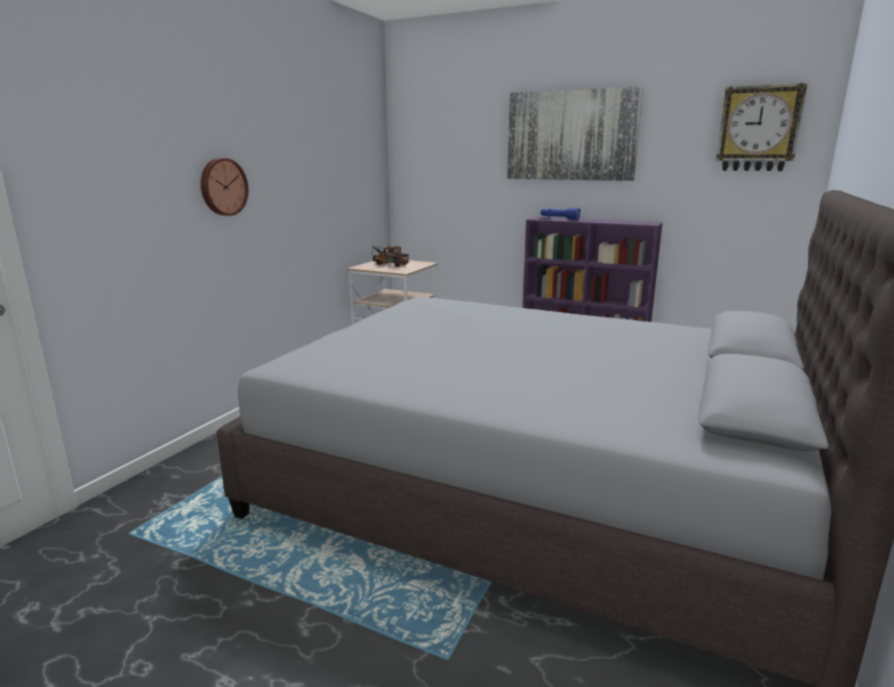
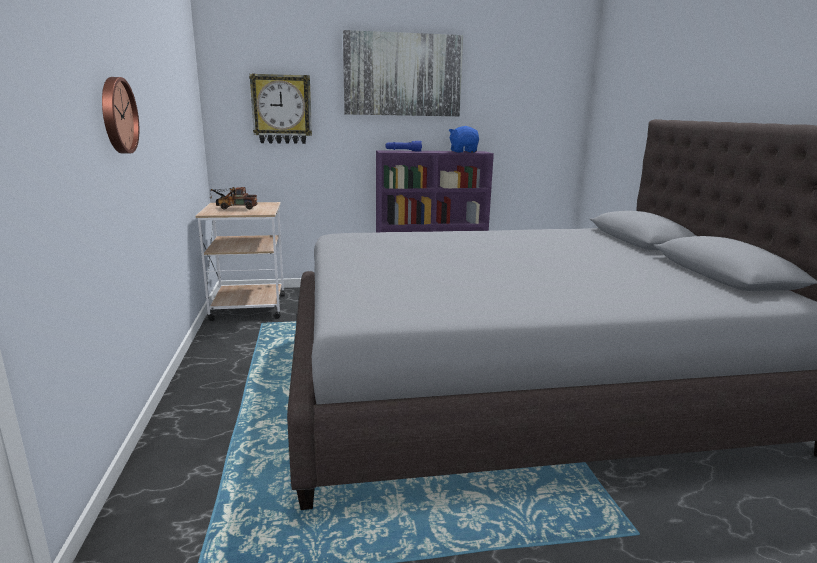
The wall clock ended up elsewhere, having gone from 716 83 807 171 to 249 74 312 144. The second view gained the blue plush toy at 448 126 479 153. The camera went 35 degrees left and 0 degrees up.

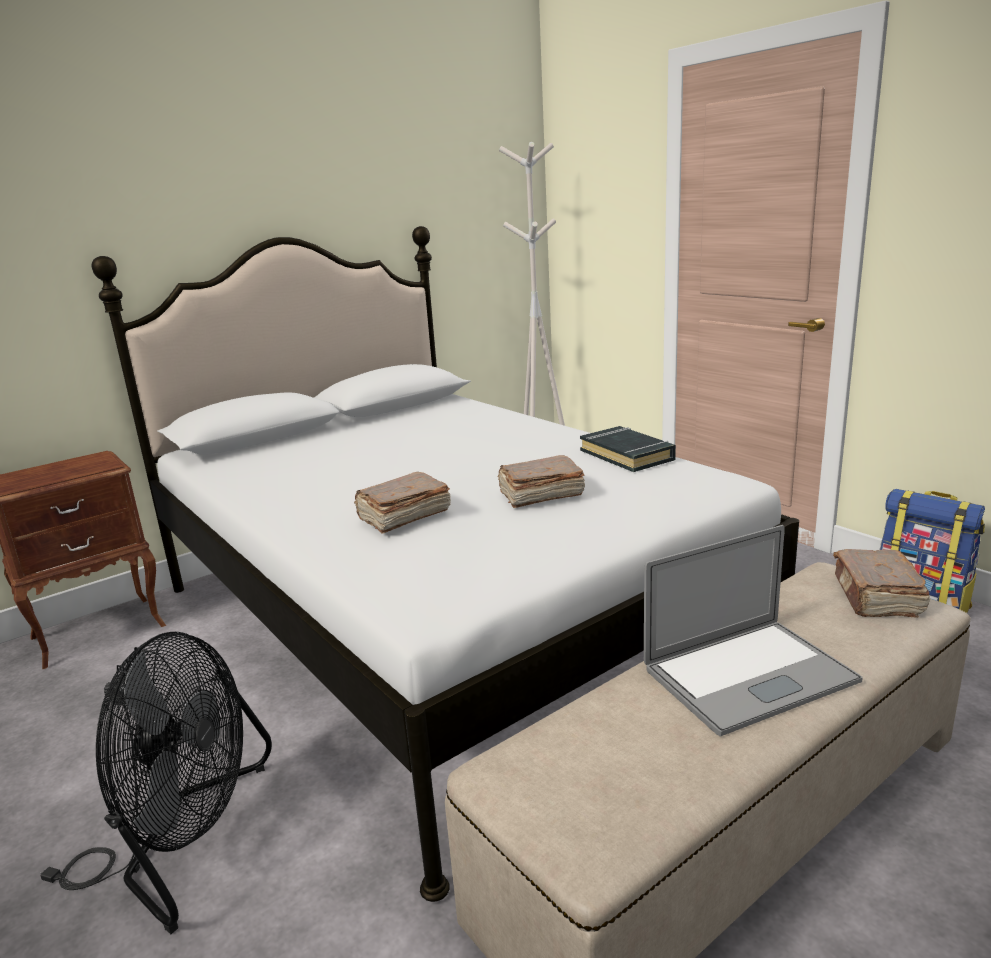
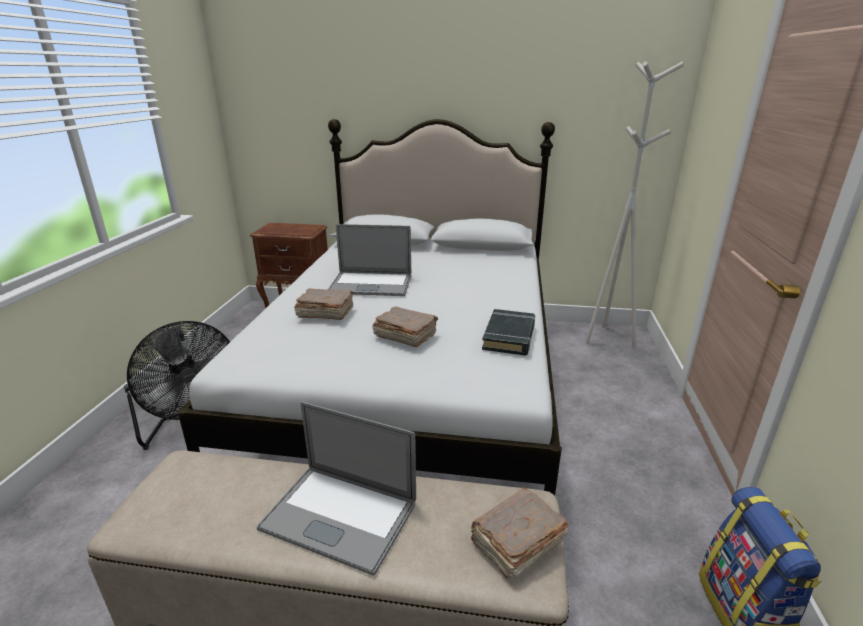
The second view gained the laptop at 328 224 411 296. The camera went 45 degrees right and 5 degrees up.

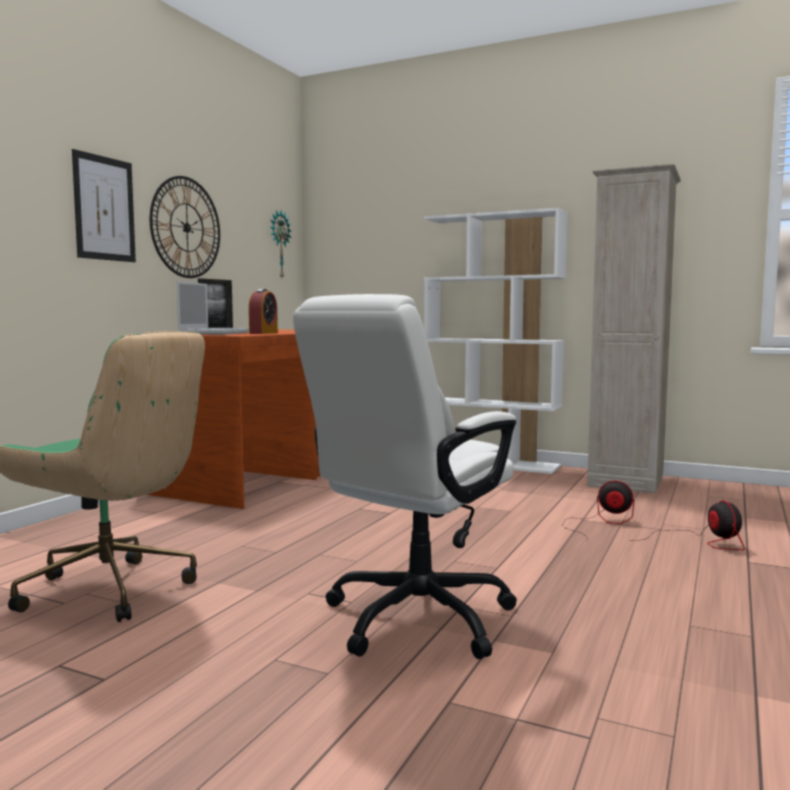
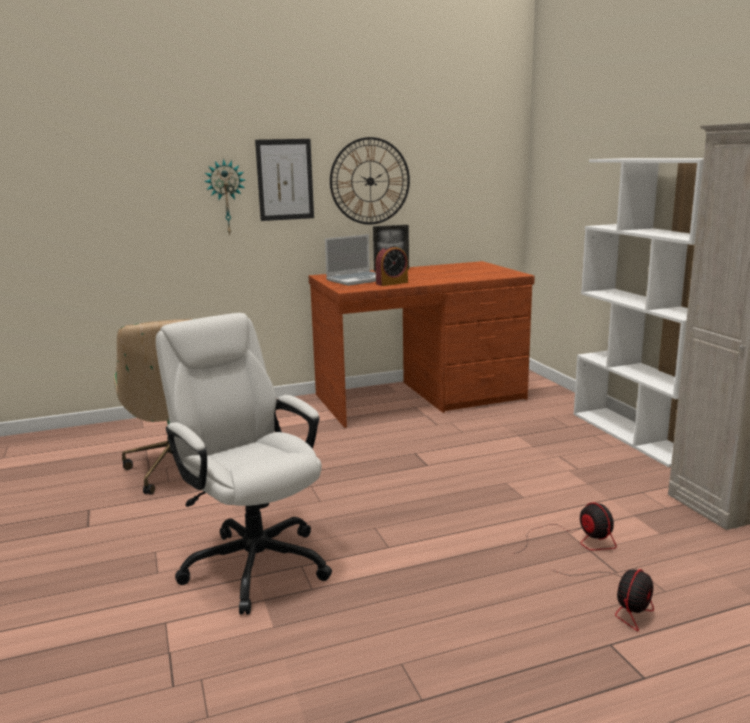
The wall clock ended up elsewhere, having gone from 270 210 291 278 to 204 159 245 236. The white office chair at 293 294 517 659 ended up facing another way, 60 degrees clockwise from before. The camera went 45 degrees right and 10 degrees up.

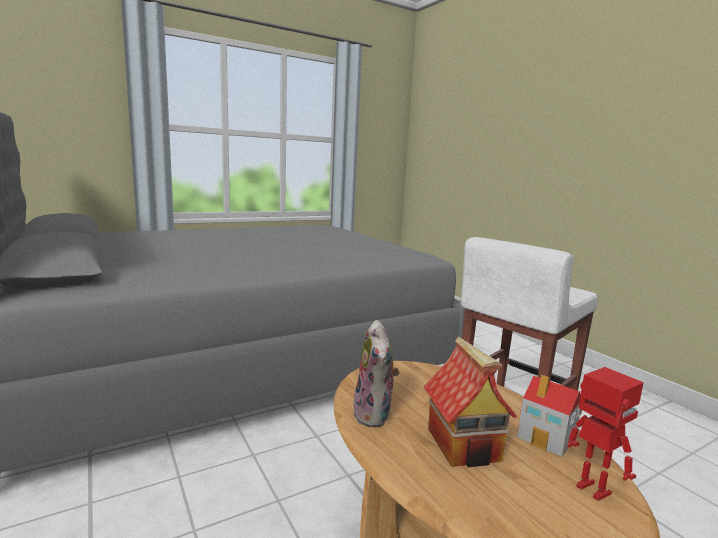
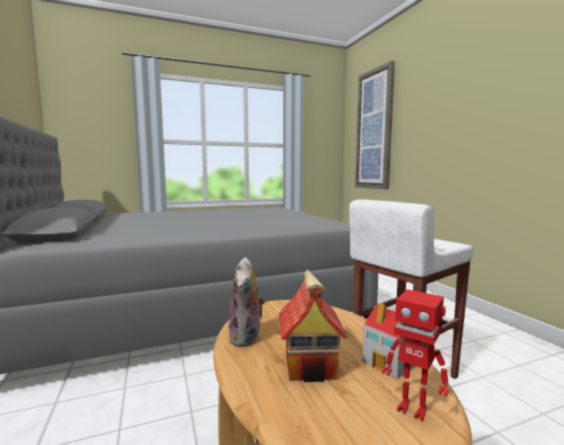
The toy robot at 567 367 644 501 ended up facing another way, 150 degrees clockwise from before. The second view gained the picture at 355 61 395 189. The camera went 10 degrees right and 5 degrees down.

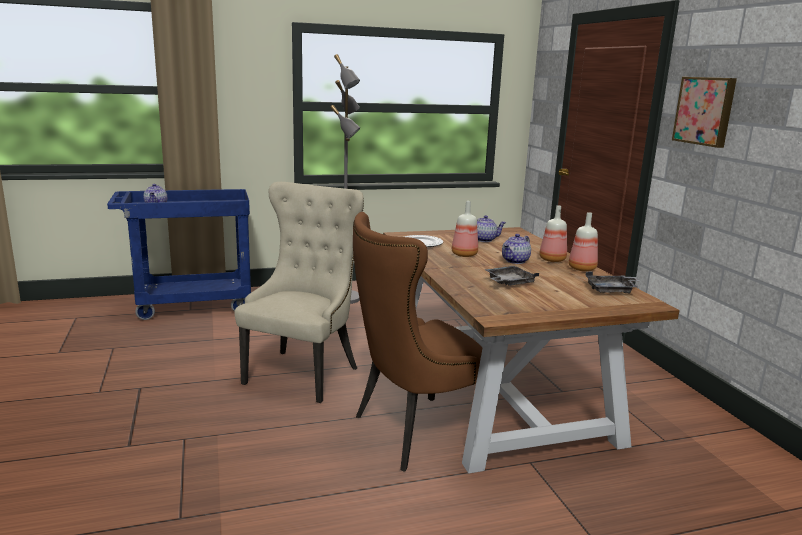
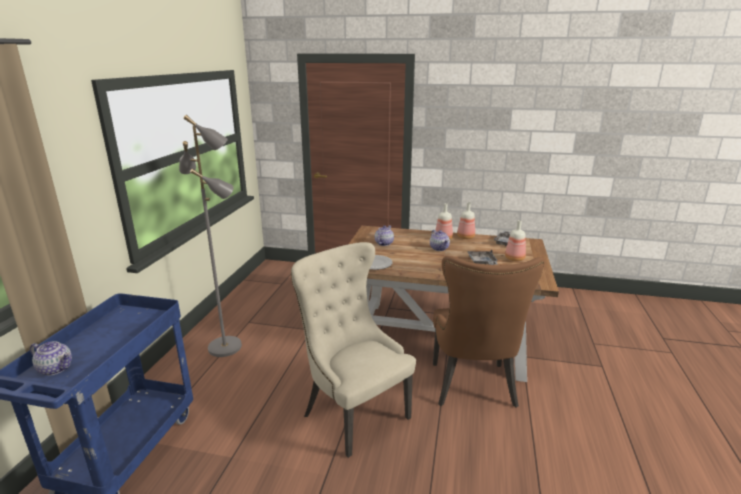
The bottle ended up elsewhere, having gone from 452 201 478 257 to 505 220 526 262. The second view lost the picture at 672 77 737 148. The camera went 60 degrees left and 5 degrees up.

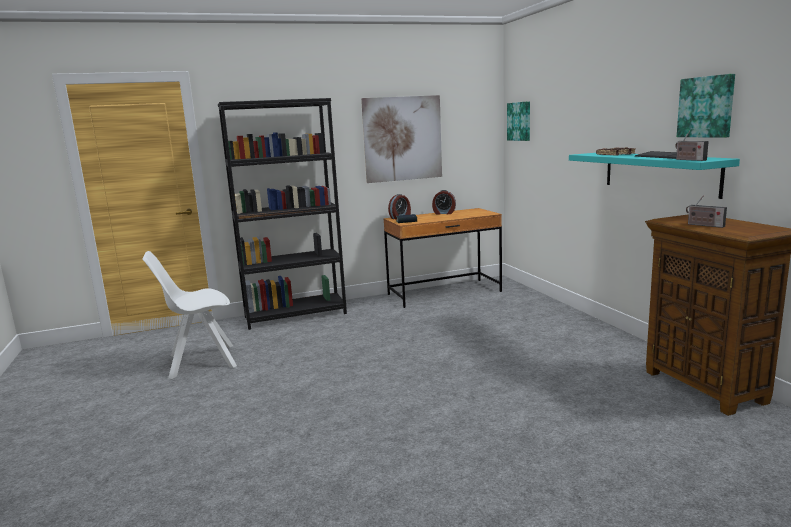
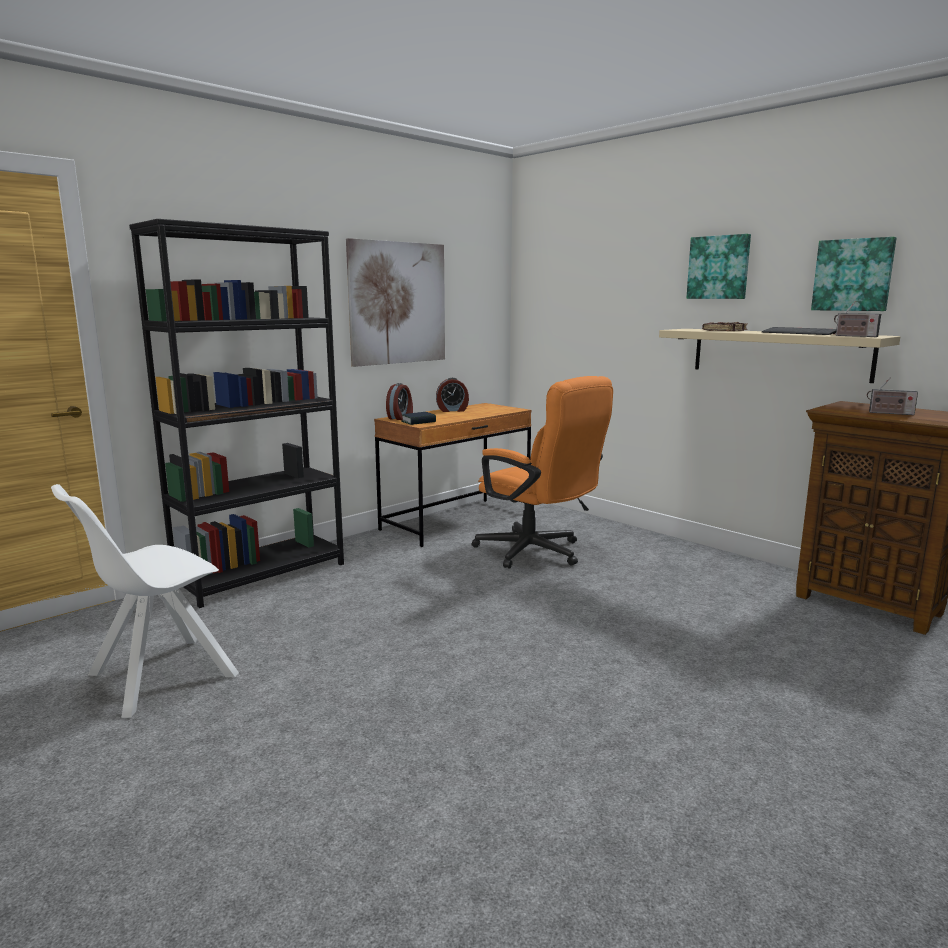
The picture ended up elsewhere, having gone from 507 101 530 141 to 686 234 751 299. What was the turquoise shelf at 569 153 740 199 turned into the beige shelf at 659 329 900 383. The second view gained the orange office chair at 472 376 613 569. The camera went 25 degrees left and 0 degrees up.

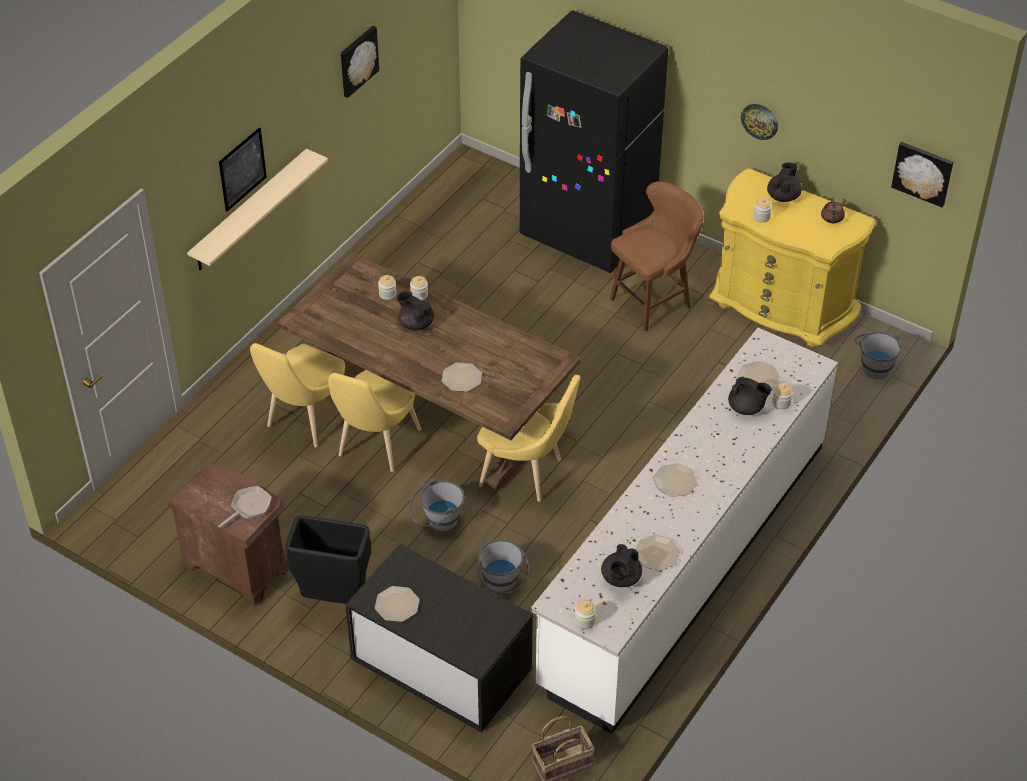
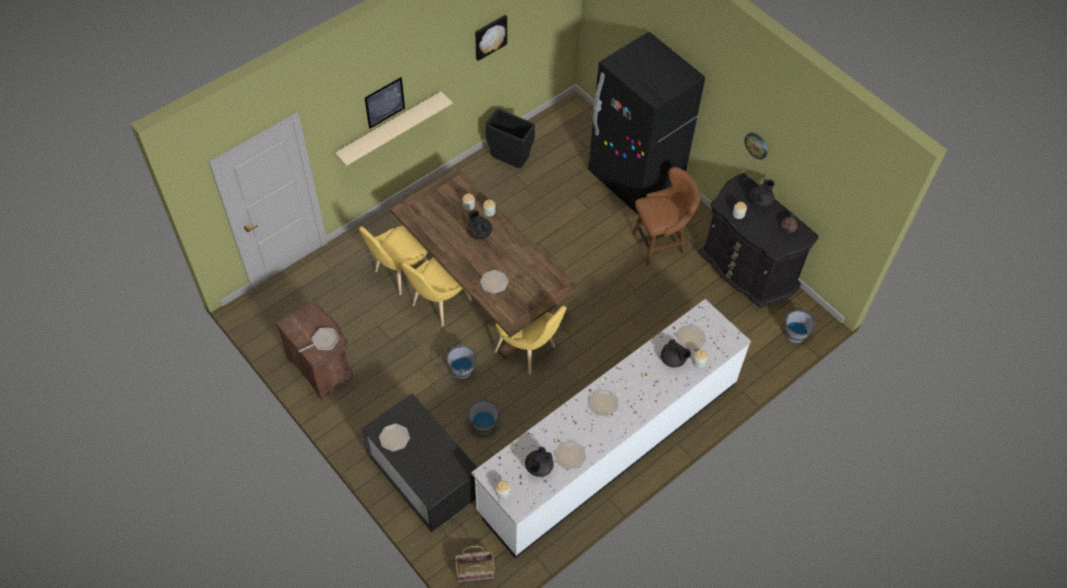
The black trash can ended up elsewhere, having gone from 285 515 371 604 to 485 109 535 168. What was the yellow dresser at 709 168 875 347 turned into the black dresser at 698 173 819 308. The second view lost the picture at 891 142 953 207. The camera went 15 degrees right and 10 degrees up.

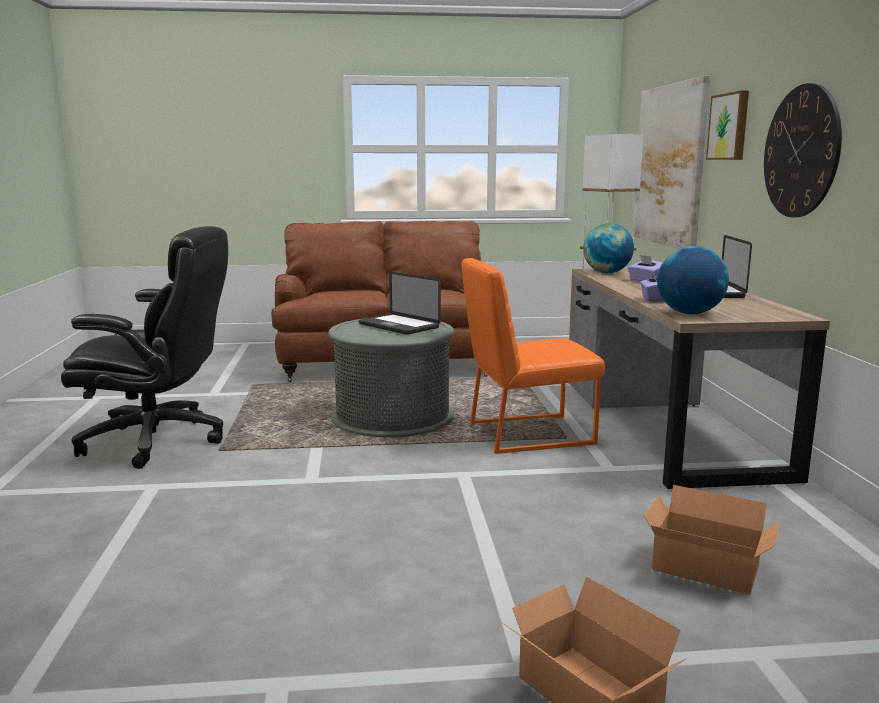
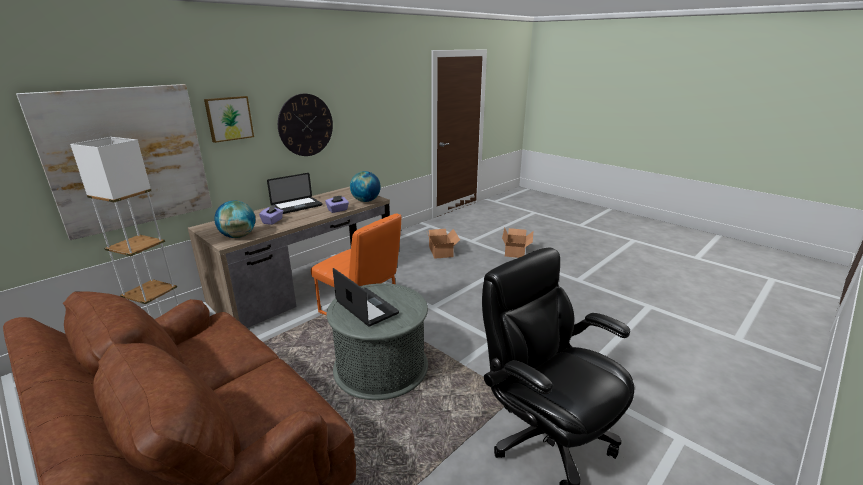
The laptop at 358 272 441 335 ended up facing another way, 45 degrees counterclockwise from before. The camera went 130 degrees left and 10 degrees up.

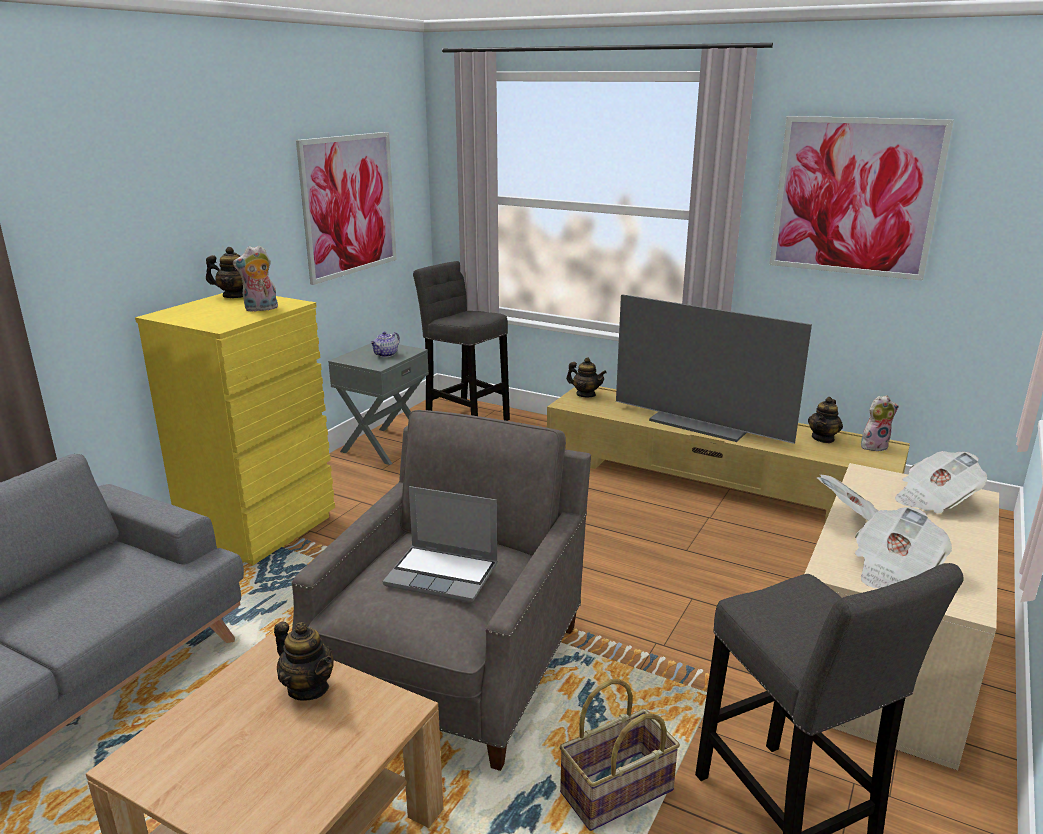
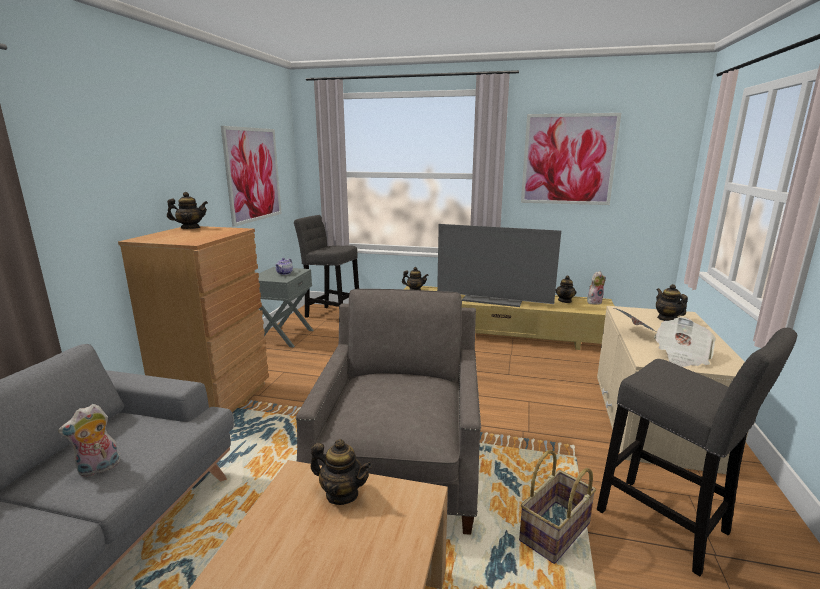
What was the yellow dresser at 135 293 335 565 turned into the brown dresser at 118 226 269 412. The plush toy ended up elsewhere, having gone from 233 245 278 312 to 58 404 120 478. The second view lost the laptop at 383 486 498 603. Where the newspaper stood at 895 451 987 514, the teapot came to stand at 656 284 688 321. The camera went 15 degrees left and 5 degrees down.

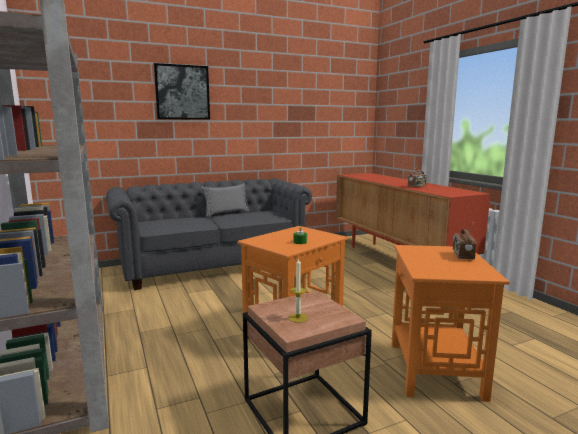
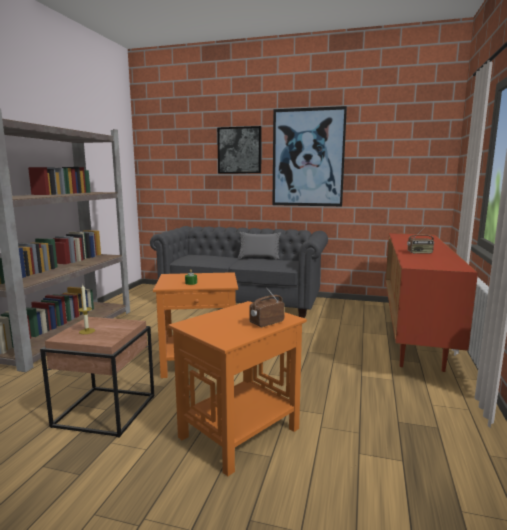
The second view gained the picture at 272 106 347 206. The camera went 40 degrees right and 0 degrees up.

